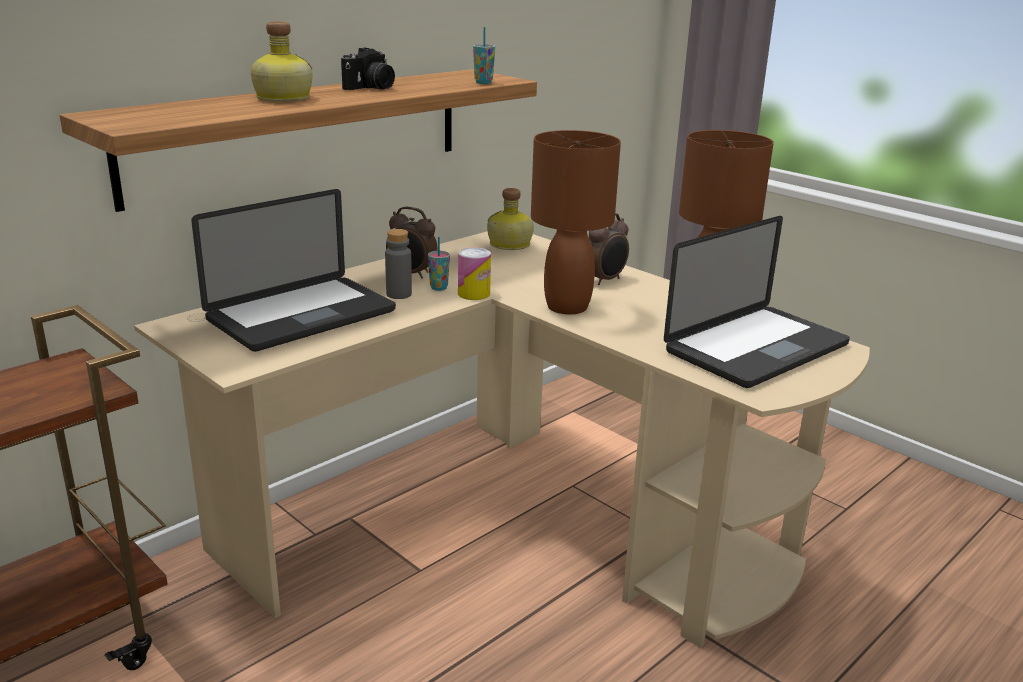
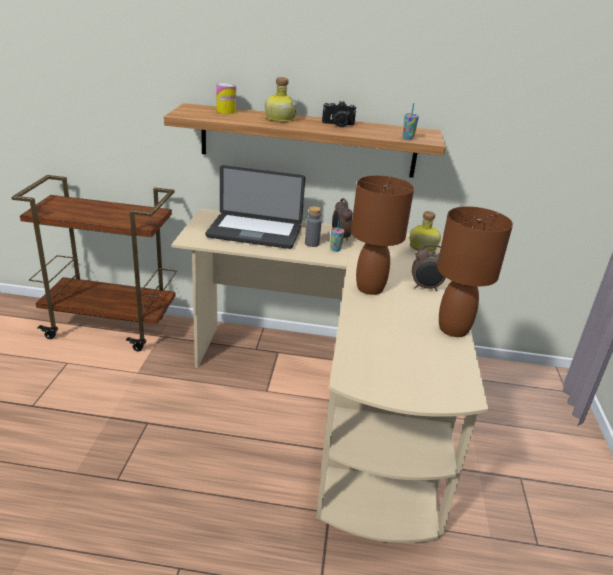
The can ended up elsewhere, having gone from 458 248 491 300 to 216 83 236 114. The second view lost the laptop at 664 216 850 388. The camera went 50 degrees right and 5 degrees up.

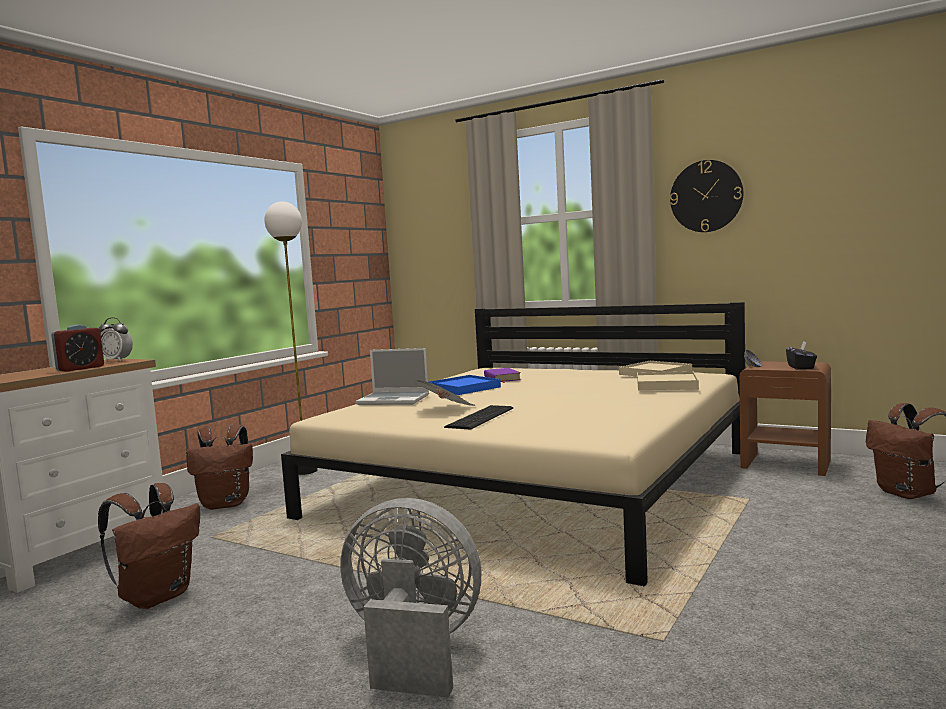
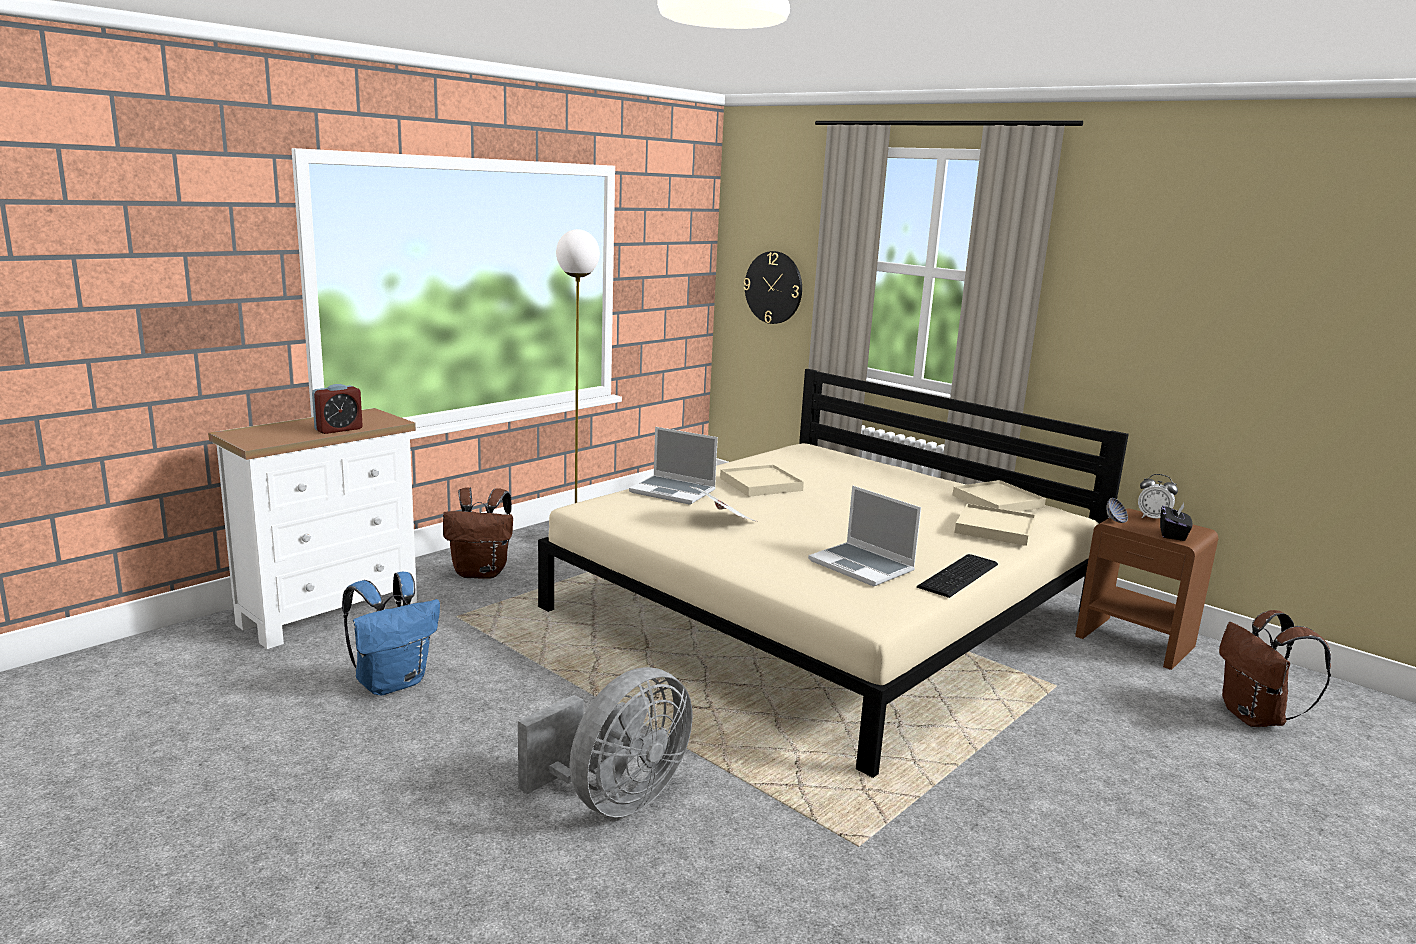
What was the brown backpack at 98 483 200 609 turned into the blue backpack at 342 572 440 695. The alarm clock ended up elsewhere, having gone from 99 317 133 362 to 1138 474 1178 519. The grey fan at 340 498 481 698 ended up facing another way, 105 degrees clockwise from before. What was the blue tray at 429 375 501 395 turned into the beige tray at 720 464 804 497. The keyboard ended up elsewhere, having gone from 444 405 513 430 to 917 554 998 598. The second view lost the purple book at 484 368 521 383. The wall clock ended up elsewhere, having gone from 670 160 743 232 to 743 251 802 324. The second view gained the laptop at 808 486 921 586. The camera went 10 degrees right and 10 degrees up.

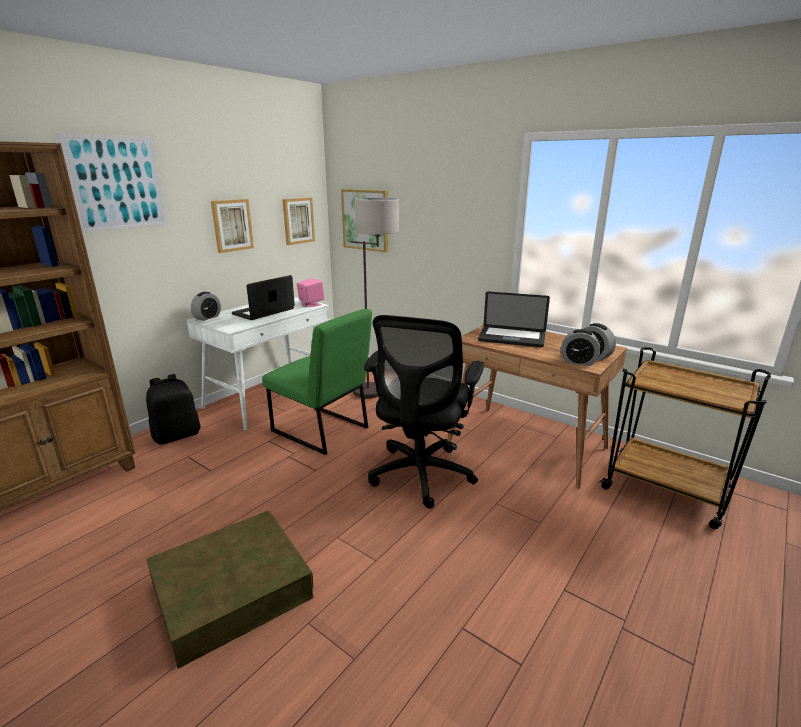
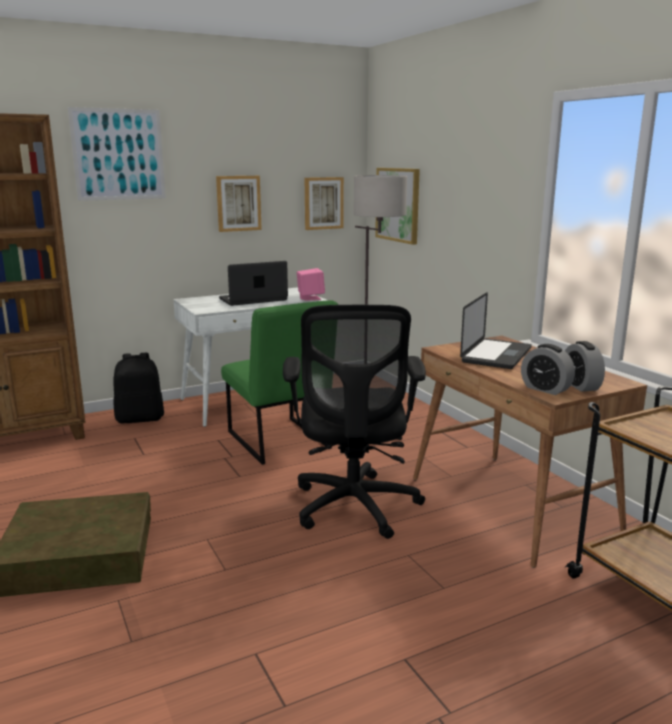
The second view lost the alarm clock at 191 292 221 321. The black office chair at 364 315 484 509 ended up facing another way, 45 degrees counterclockwise from before. The laptop at 478 291 550 347 ended up facing another way, 105 degrees counterclockwise from before. The camera went 25 degrees right and 5 degrees down.

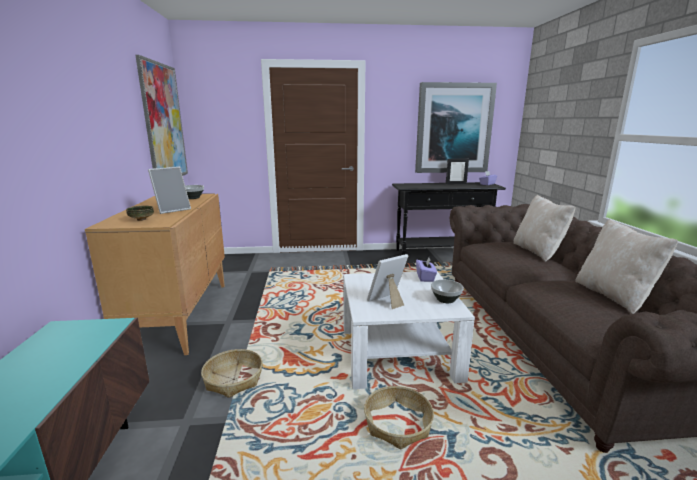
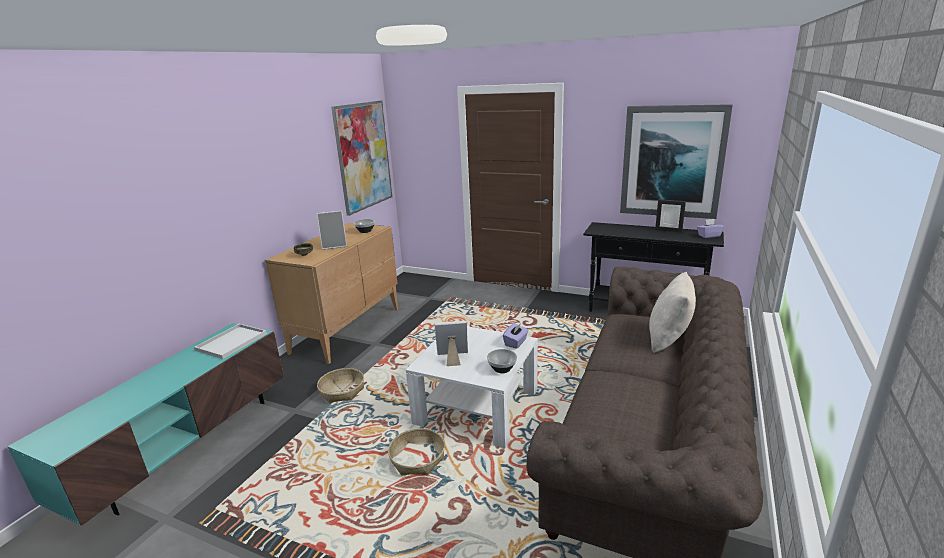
The second view lost the beige pillow at 575 219 678 314. The second view gained the white tray at 194 324 267 359. The camera went 30 degrees right and 5 degrees up.

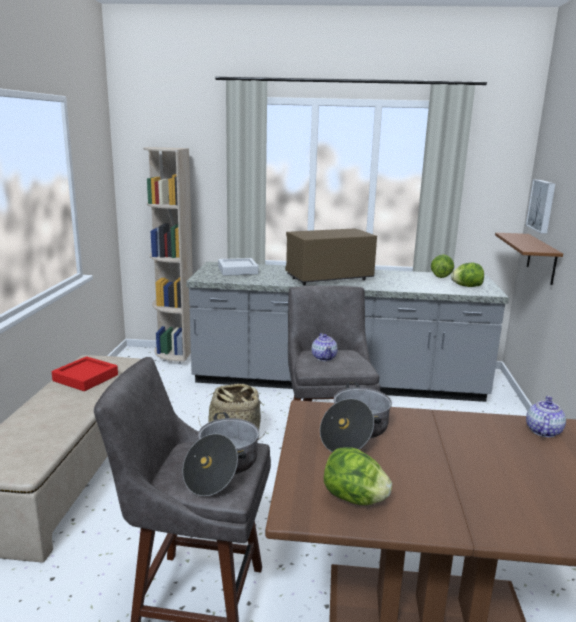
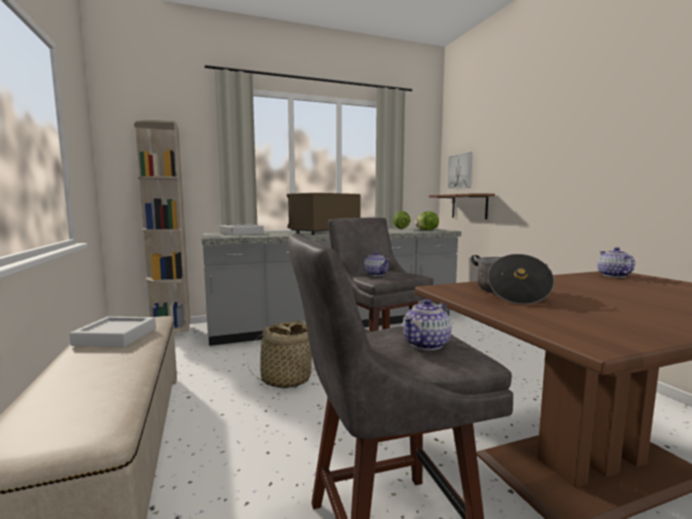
What was the red tray at 52 356 118 391 turned into the grey tray at 70 316 156 347. Where the cooking pot stood at 183 412 259 496, the teapot came to stand at 403 299 452 350. The second view lost the lettuce at 324 447 392 505. The camera went 25 degrees left and 10 degrees down.

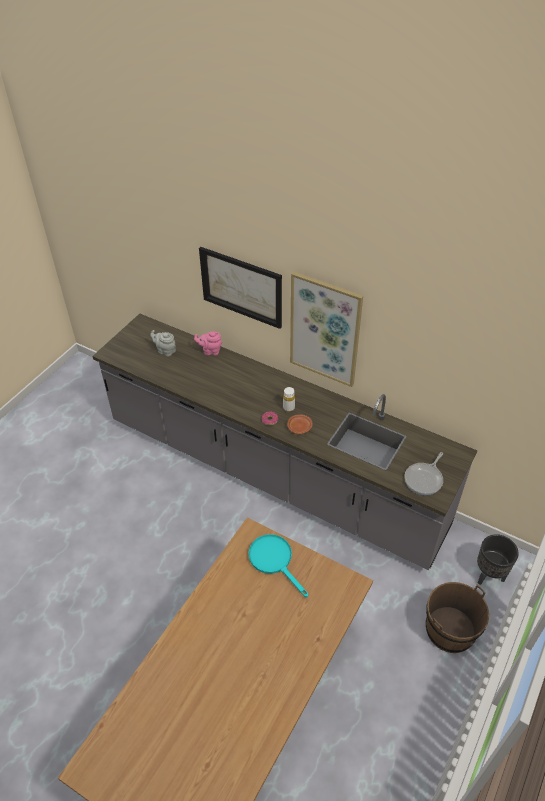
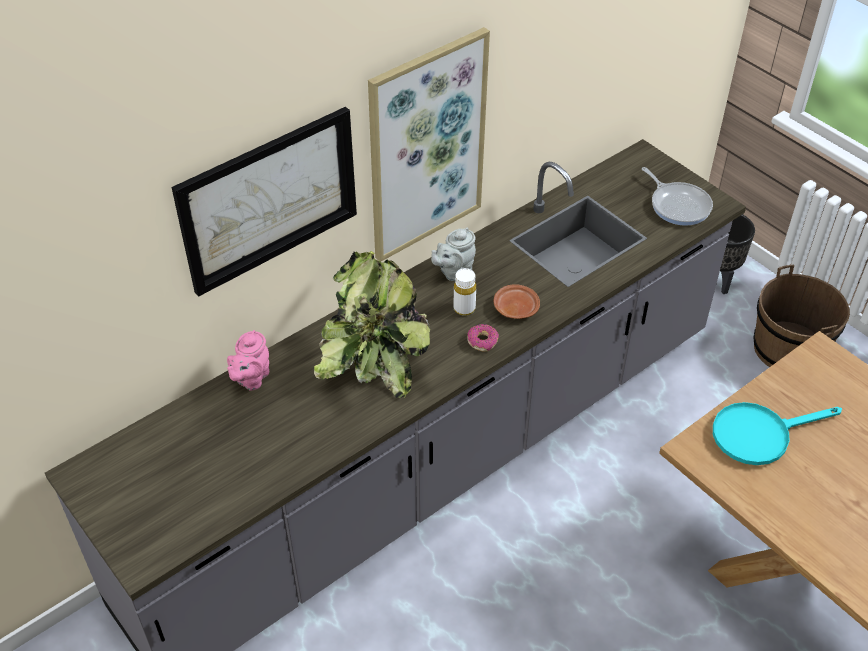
The grey teapot ended up elsewhere, having gone from 150 330 176 357 to 431 228 476 281. The second view gained the potted plant at 314 251 430 398. The camera went 70 degrees left and 0 degrees up.

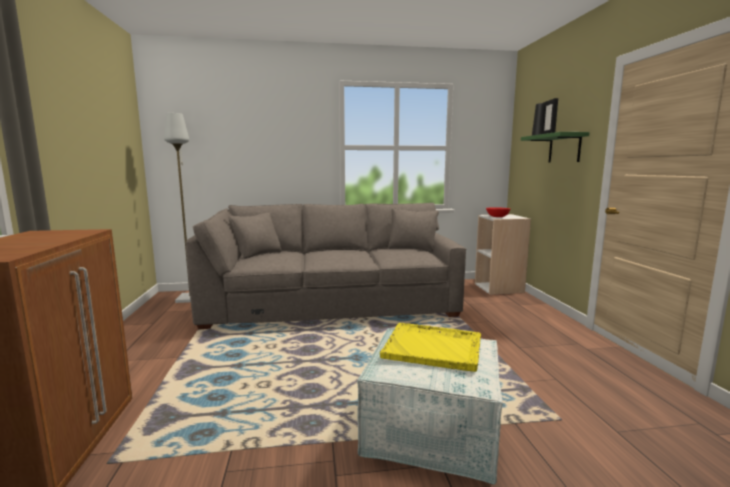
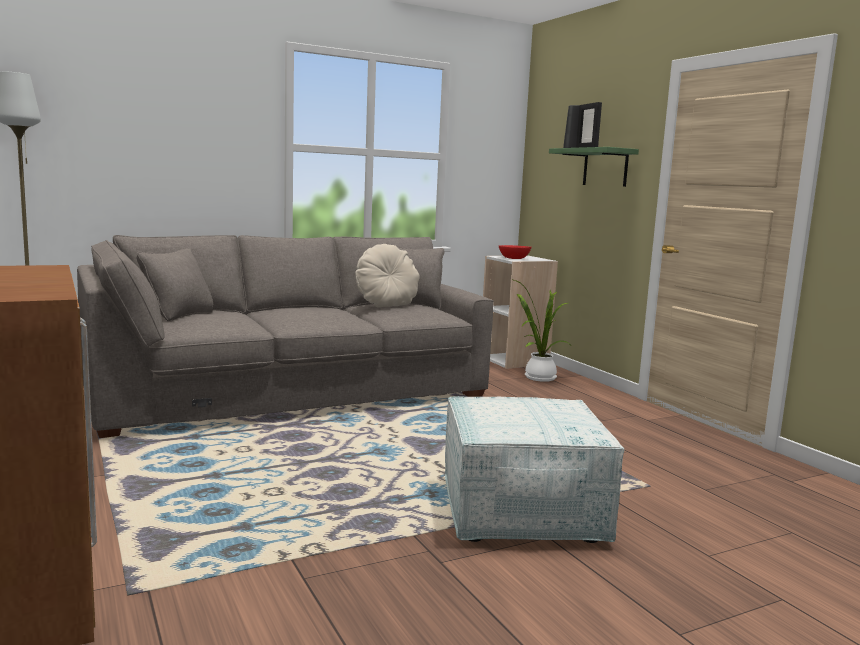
The second view lost the yellow tray at 380 323 481 372. The second view gained the beige pillow at 355 244 420 308. The second view gained the potted plant at 511 279 569 382. The camera went 20 degrees left and 0 degrees up.

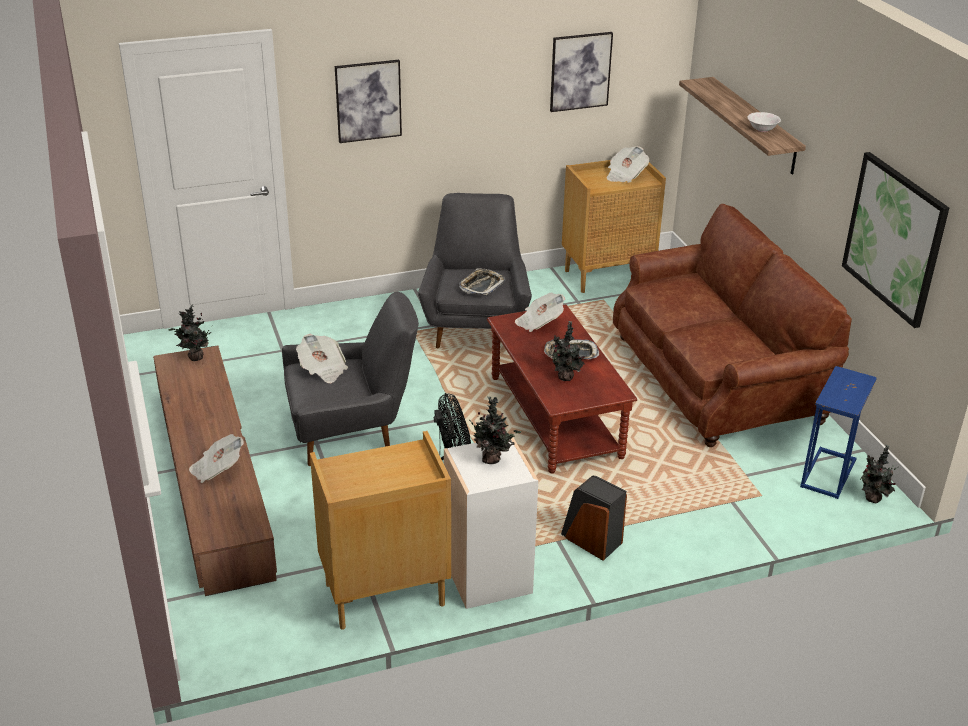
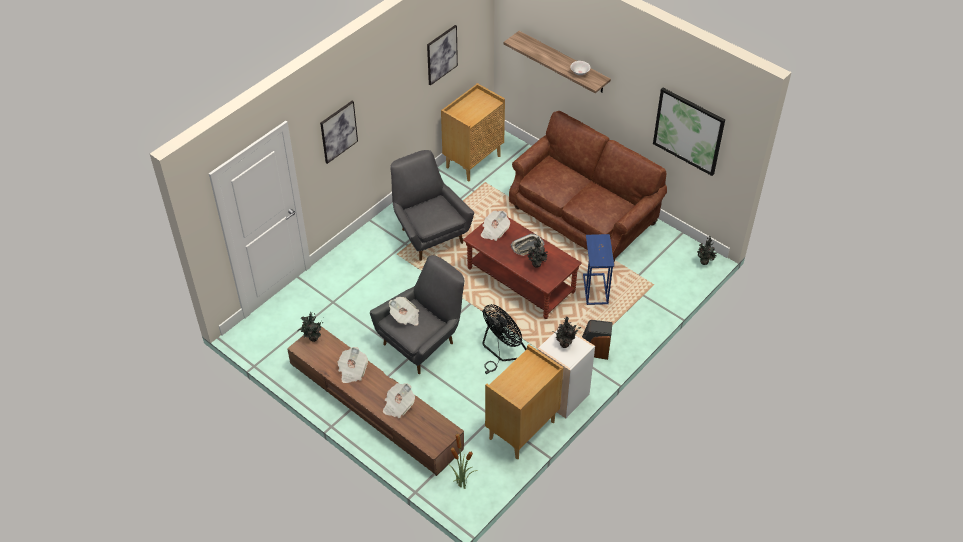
The second view lost the tray at 459 268 505 295. The newspaper ended up elsewhere, having gone from 607 146 649 183 to 337 347 368 383. The blue side table ended up elsewhere, having gone from 800 366 877 499 to 583 234 614 305. The second view gained the potted plant at 449 434 478 489. The camera went 30 degrees left and 15 degrees up.

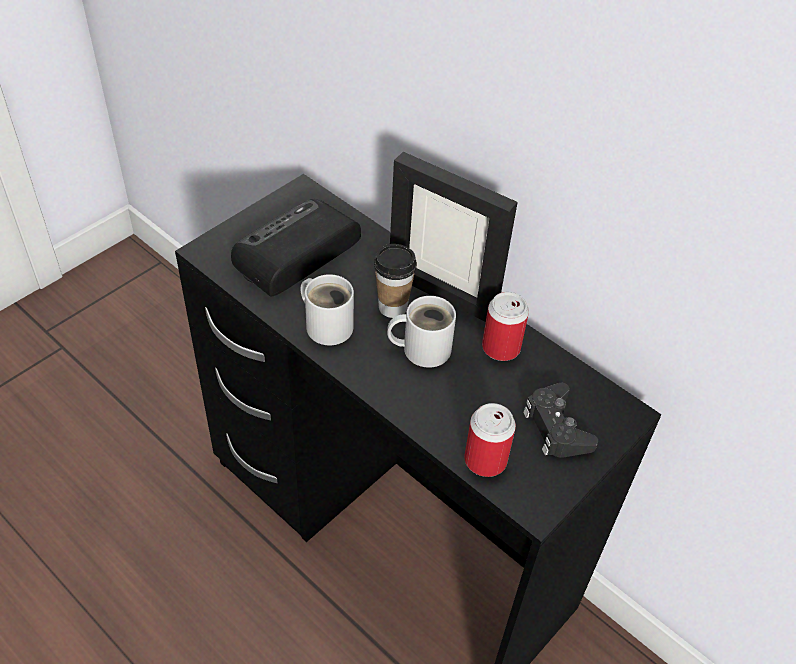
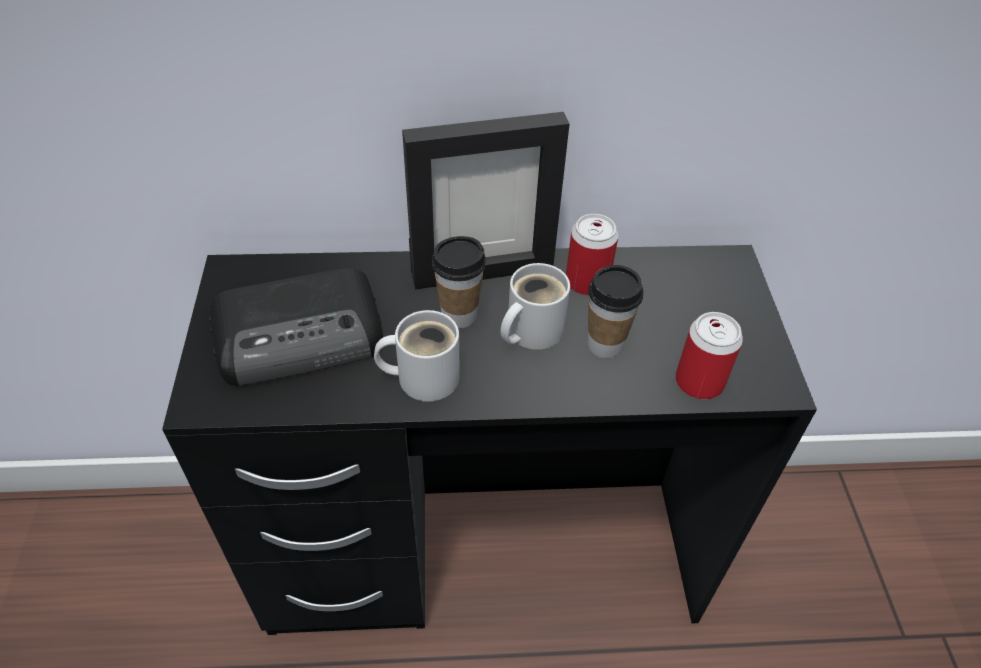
The radio at 231 199 361 297 ended up facing another way, 105 degrees counterclockwise from before. The second view lost the black game controller at 523 383 598 458. The second view gained the cup at 587 265 643 359. The camera went 45 degrees left and 0 degrees up.

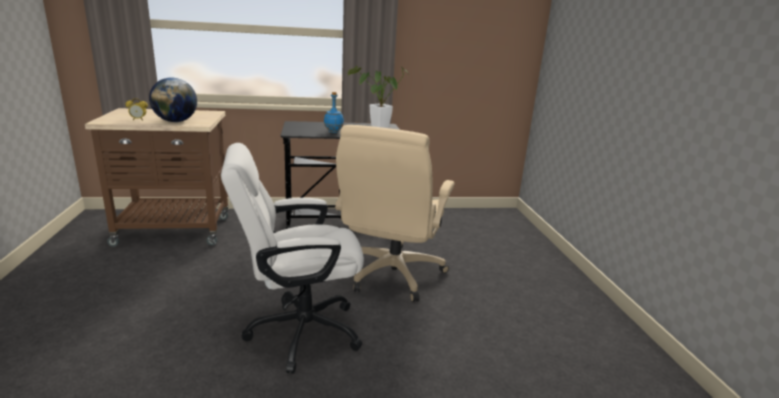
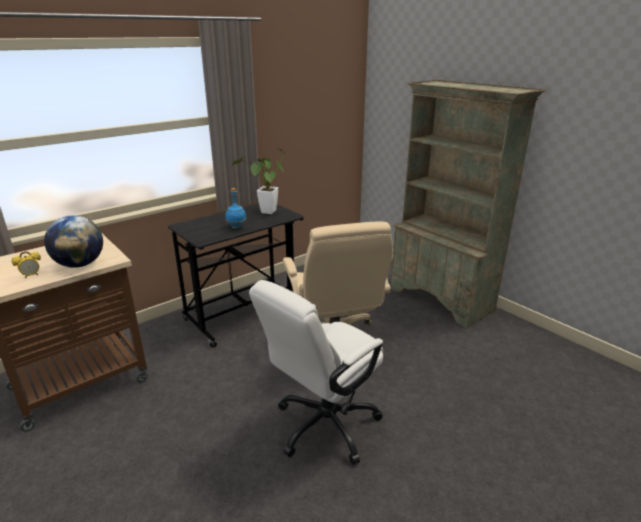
The second view gained the green bookcase at 391 80 546 328. The camera went 30 degrees left and 5 degrees up.

